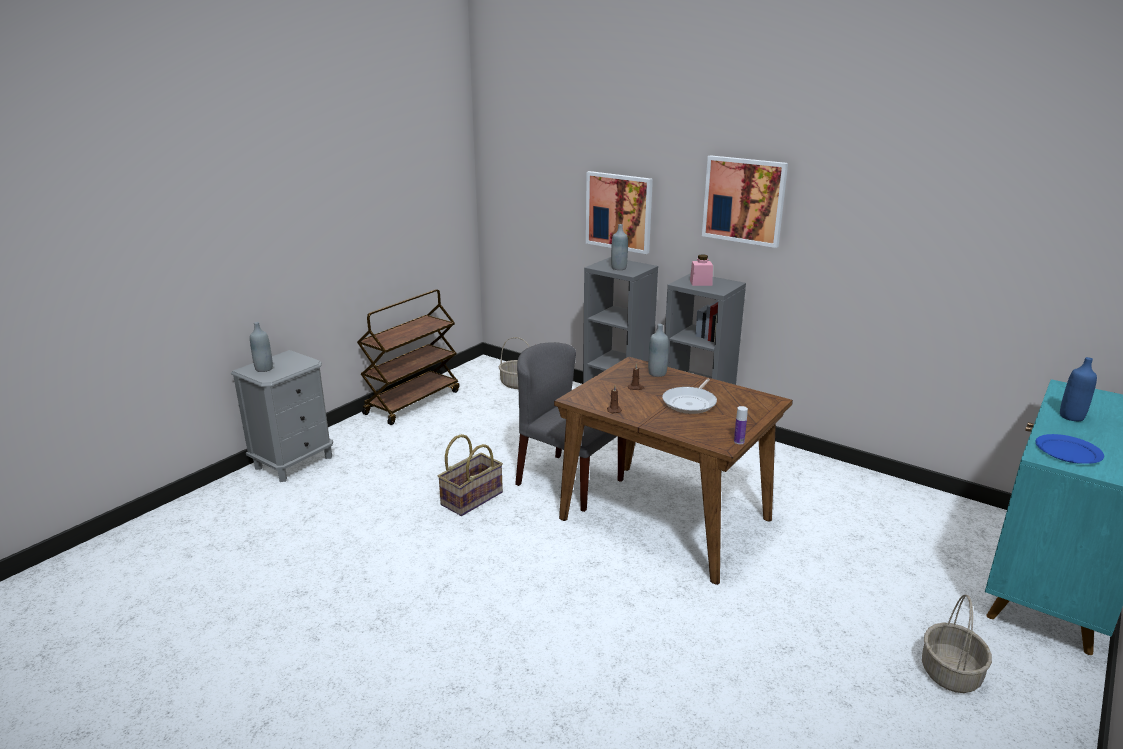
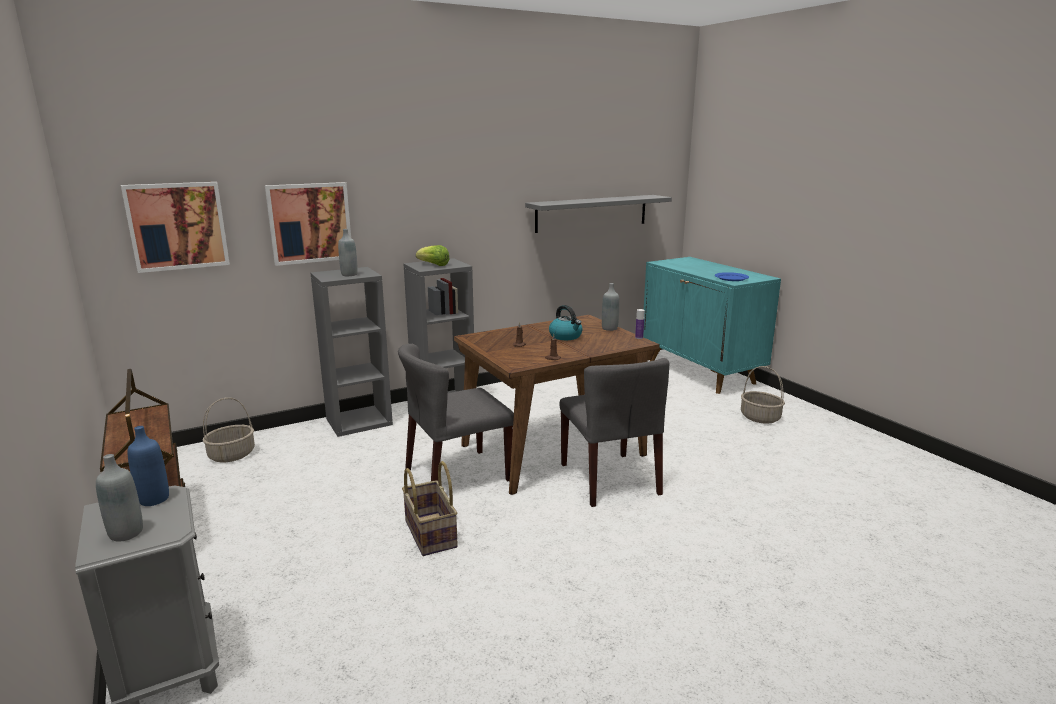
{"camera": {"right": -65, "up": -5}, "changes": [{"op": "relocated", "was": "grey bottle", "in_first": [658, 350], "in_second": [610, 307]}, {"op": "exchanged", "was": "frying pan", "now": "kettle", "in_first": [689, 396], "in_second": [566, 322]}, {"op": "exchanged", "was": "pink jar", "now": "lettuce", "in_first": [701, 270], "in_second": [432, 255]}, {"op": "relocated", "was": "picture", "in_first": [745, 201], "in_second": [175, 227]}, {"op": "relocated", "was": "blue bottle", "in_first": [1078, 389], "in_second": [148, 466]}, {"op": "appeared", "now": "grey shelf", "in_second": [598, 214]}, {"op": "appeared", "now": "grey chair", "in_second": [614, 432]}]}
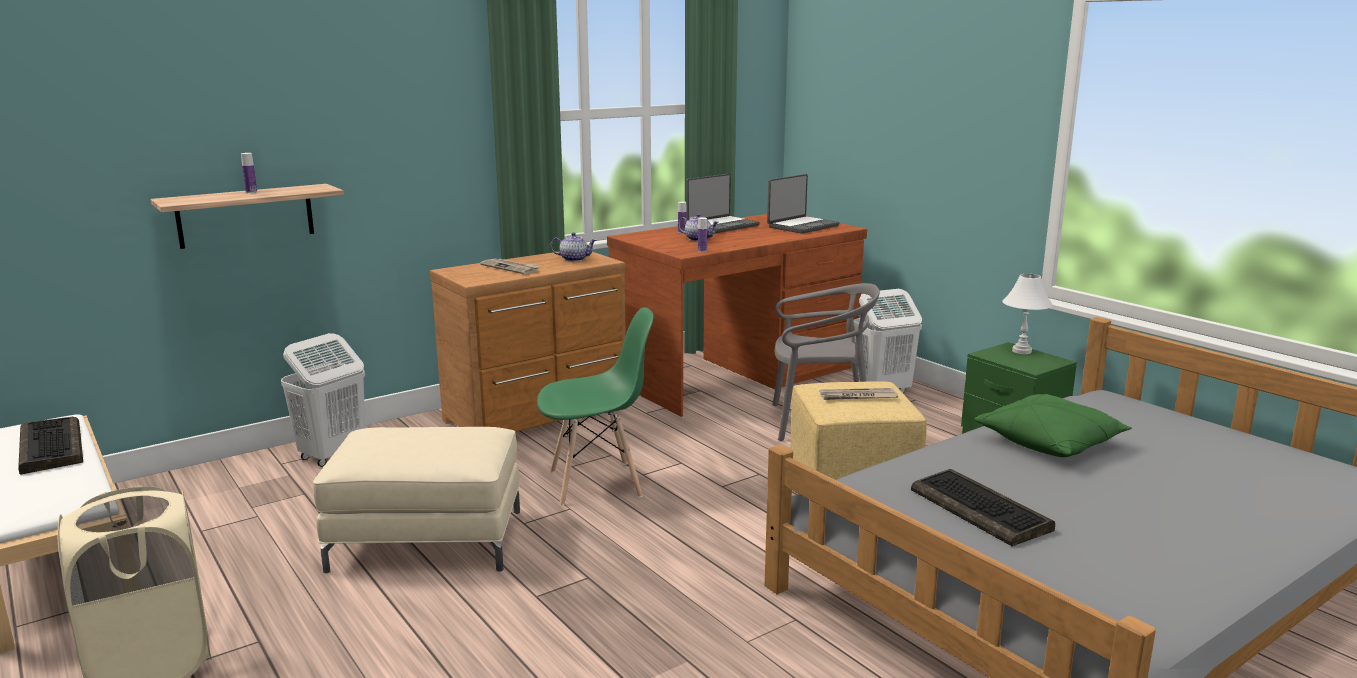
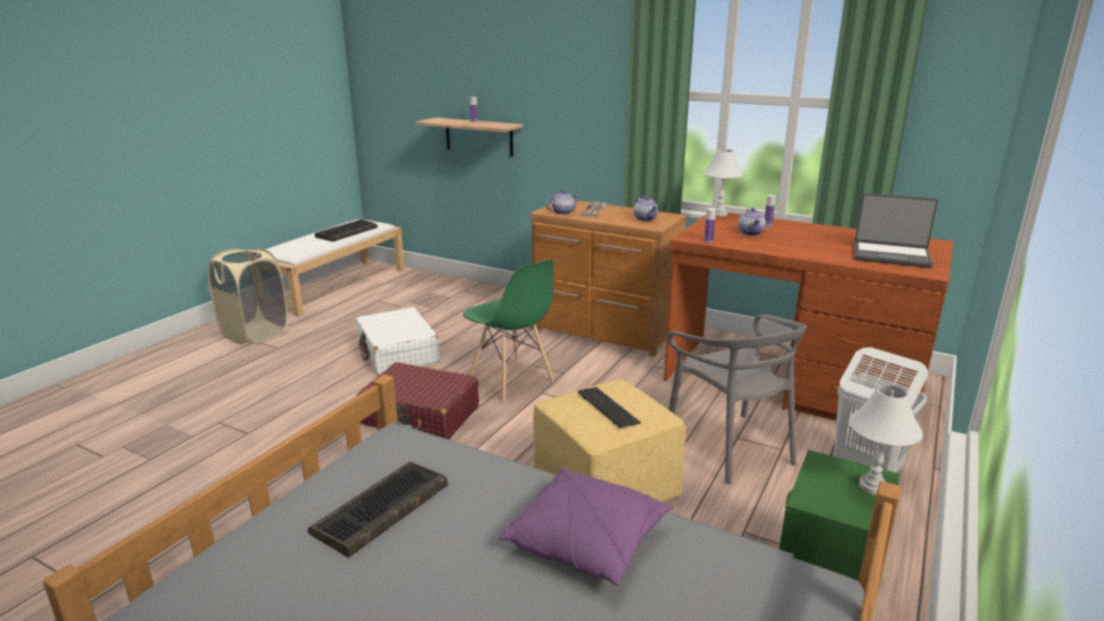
{"camera": {"right": 65, "up": 5}, "changes": [{"op": "missing", "was": "white laundry basket", "in_first": [323, 400]}, {"op": "exchanged", "was": "beige ottoman", "now": "white suitcase", "in_first": [416, 500], "in_second": [397, 341]}, {"op": "missing", "was": "laptop", "in_first": [723, 203]}, {"op": "exchanged", "was": "newspaper", "now": "keyboard", "in_first": [859, 394], "in_second": [609, 407]}, {"op": "colour", "was": "green pillow", "now": "purple pillow", "in_first": [1053, 425], "in_second": [586, 527]}, {"op": "appeared", "now": "red suitcase", "in_second": [418, 401]}, {"op": "appeared", "now": "teapot", "in_second": [563, 202]}, {"op": "appeared", "now": "white table lamp", "in_second": [723, 182]}]}
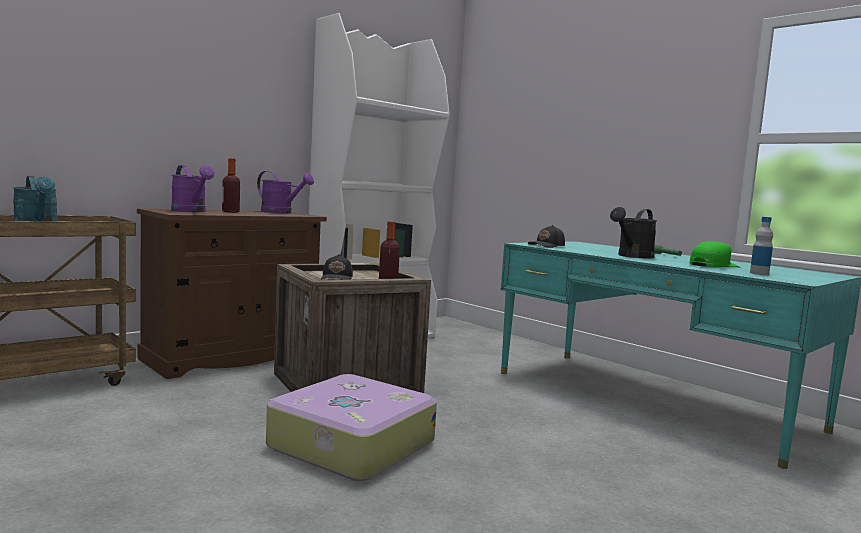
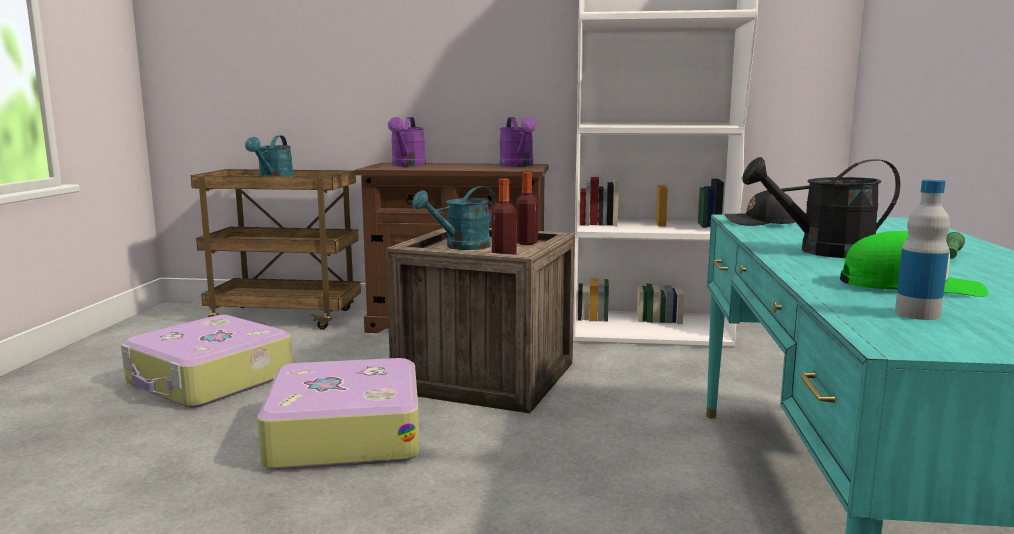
{"camera": {"right": 50, "up": 5}, "changes": [{"op": "relocated", "was": "bottle", "in_first": [231, 185], "in_second": [526, 208]}, {"op": "exchanged", "was": "black cap", "now": "turquoise watering can", "in_first": [337, 267], "in_second": [453, 218]}, {"op": "appeared", "now": "suitcase", "in_second": [206, 361]}]}
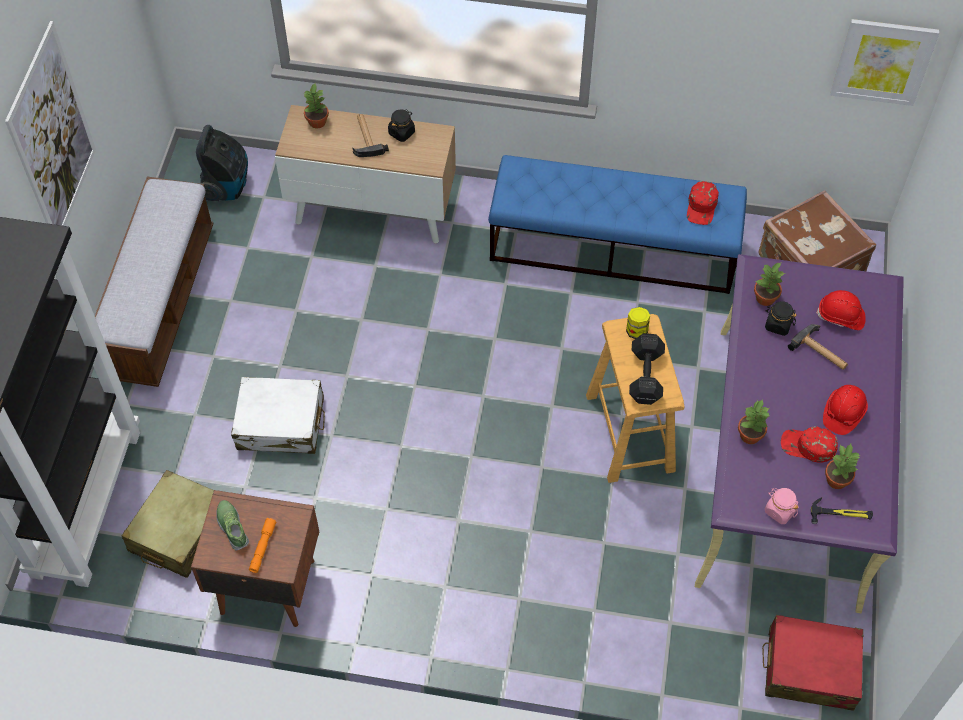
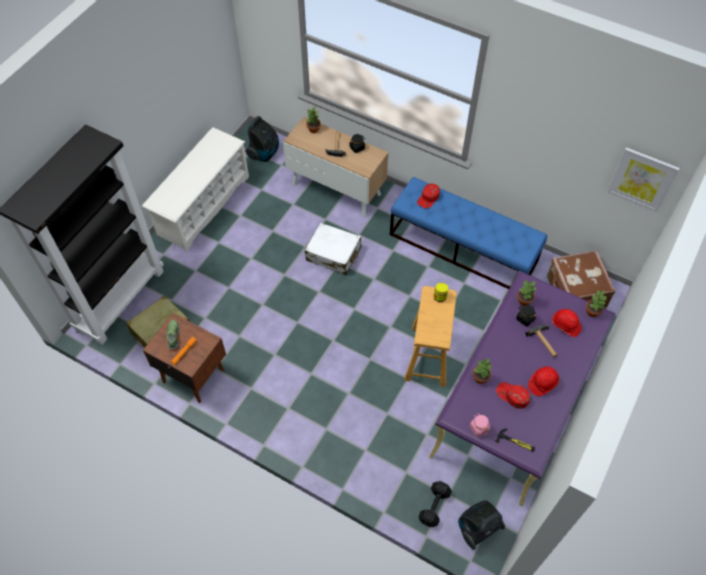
{"camera": {"right": 20, "up": 0}, "changes": [{"op": "missing", "was": "picture", "in_first": [50, 123]}, {"op": "exchanged", "was": "bench", "now": "white shoe rack", "in_first": [154, 281], "in_second": [195, 189]}, {"op": "relocated", "was": "white suitcase", "in_first": [278, 415], "in_second": [333, 249]}, {"op": "relocated", "was": "black dumbbell", "in_first": [647, 369], "in_second": [435, 504]}, {"op": "relocated", "was": "red cap", "in_first": [703, 203], "in_second": [428, 196]}, {"op": "exchanged", "was": "red suitcase", "now": "vacuum cleaner", "in_first": [812, 663], "in_second": [481, 525]}, {"op": "relocated", "was": "potted plant", "in_first": [842, 466], "in_second": [596, 304]}]}
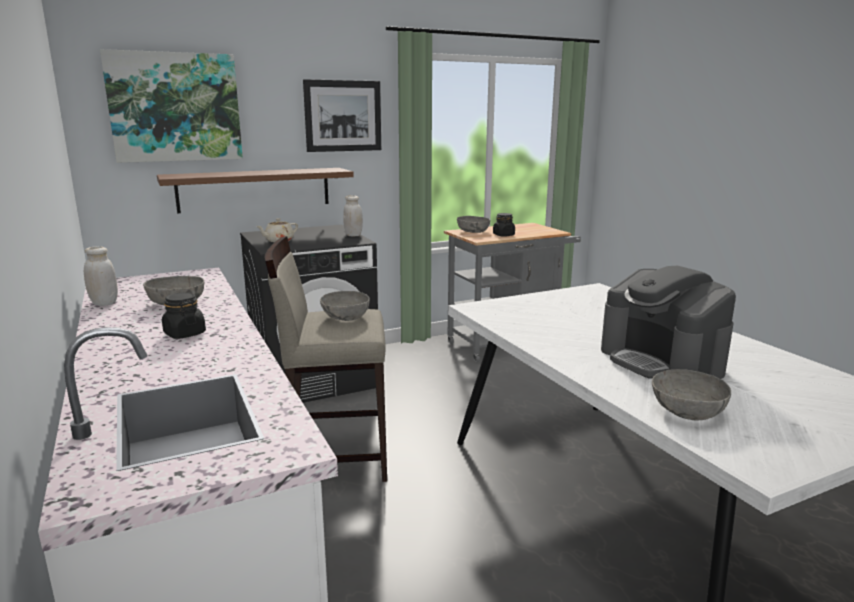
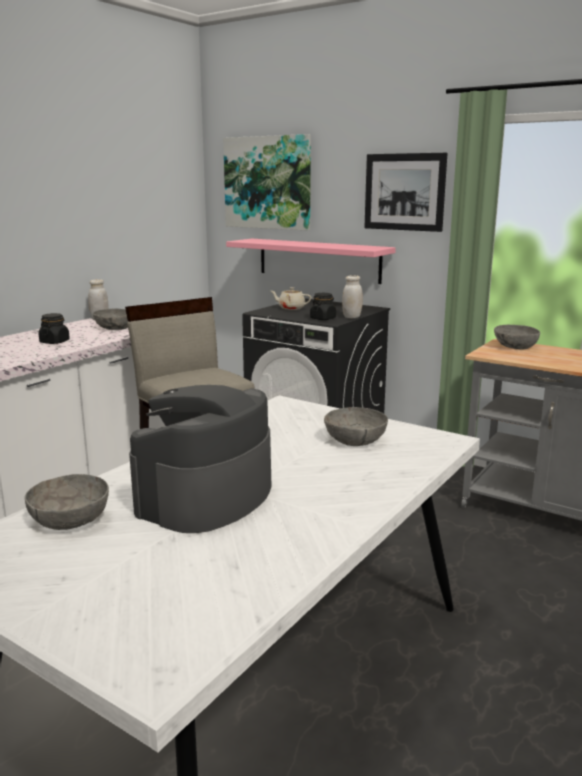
{"camera": {"right": 60, "up": 0}, "changes": [{"op": "colour", "was": "brown shelf", "now": "pink shelf", "in_first": [255, 191], "in_second": [311, 261]}, {"op": "relocated", "was": "grey bowl", "in_first": [345, 306], "in_second": [356, 426]}, {"op": "relocated", "was": "black jar", "in_first": [504, 225], "in_second": [323, 306]}]}
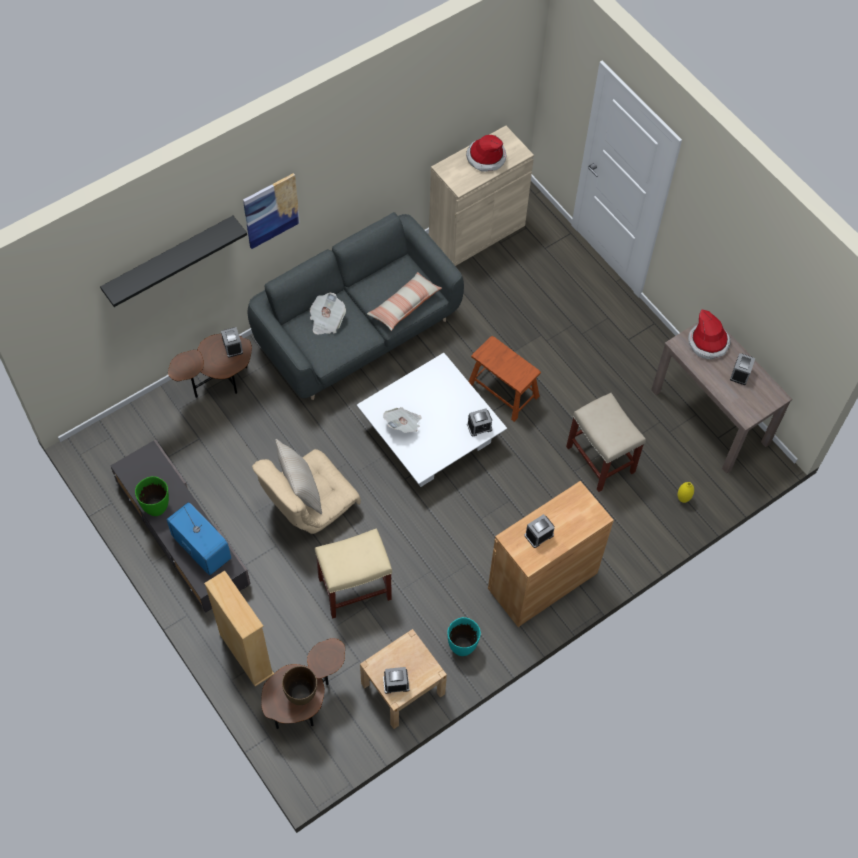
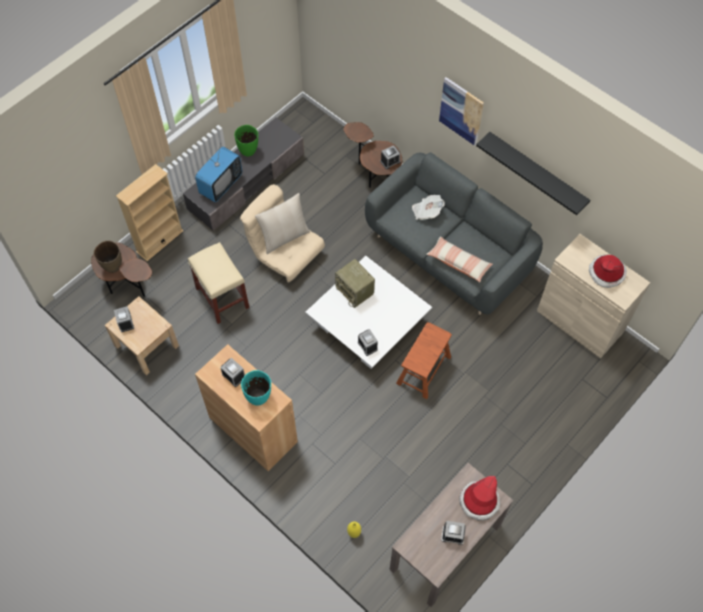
{"camera": {"right": 80, "up": 0}, "changes": [{"op": "relocated", "was": "black shelf", "in_first": [173, 261], "in_second": [533, 173]}, {"op": "exchanged", "was": "newspaper", "now": "radio", "in_first": [402, 420], "in_second": [355, 283]}, {"op": "relocated", "was": "turquoise vase", "in_first": [464, 636], "in_second": [256, 388]}, {"op": "missing", "was": "beige stool", "in_first": [606, 442]}]}
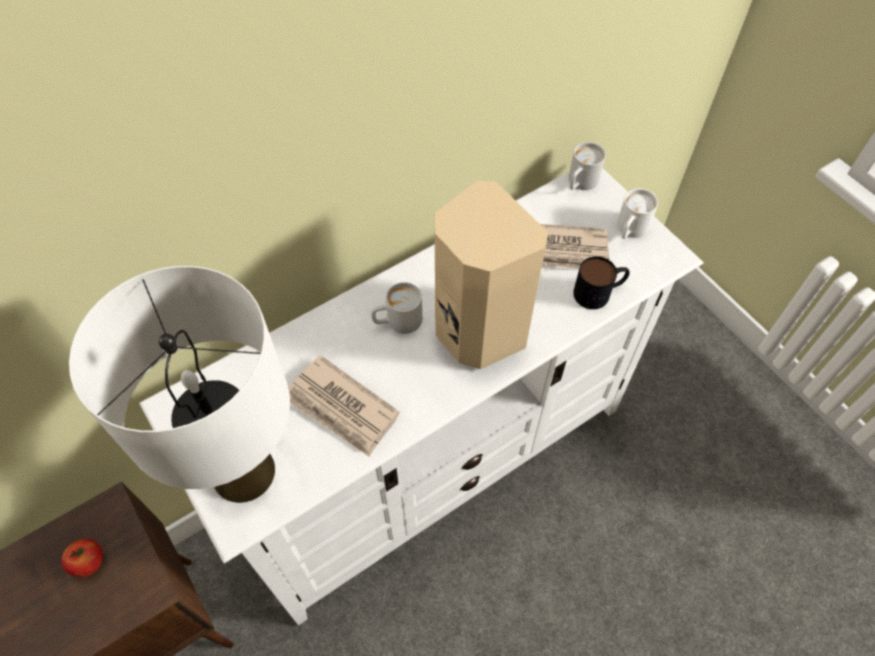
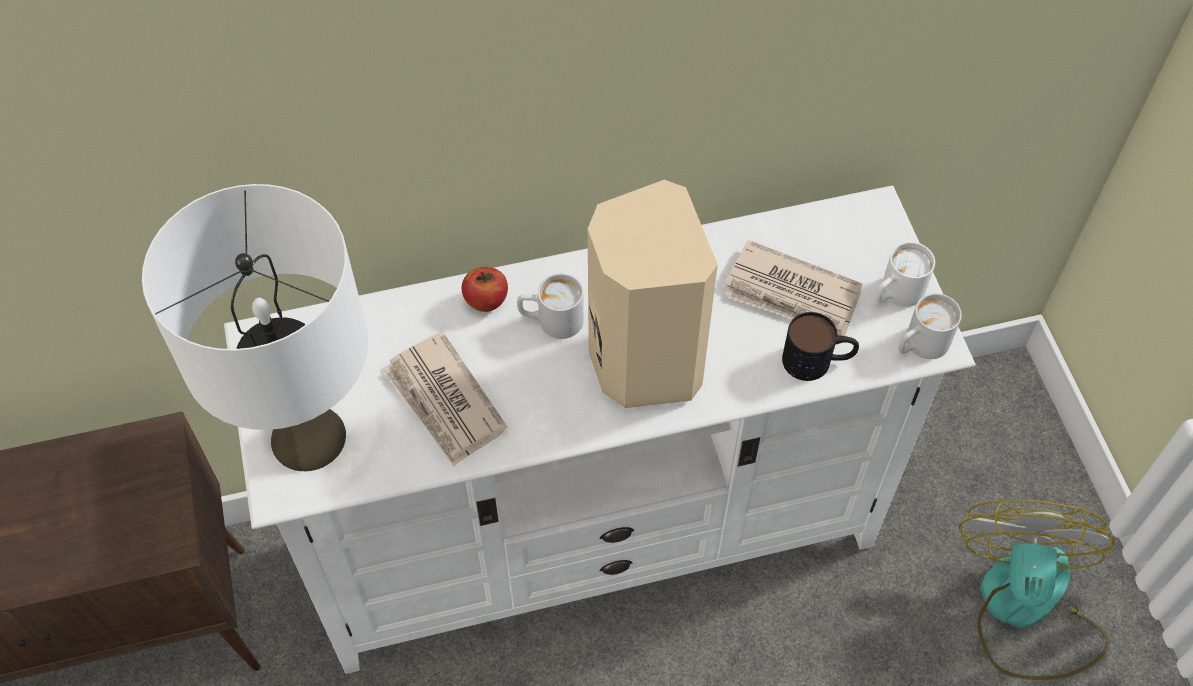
{"camera": {"right": 20, "up": 0}, "changes": [{"op": "relocated", "was": "apple", "in_first": [82, 558], "in_second": [485, 289]}, {"op": "relocated", "was": "white mug", "in_first": [587, 166], "in_second": [930, 326]}, {"op": "appeared", "now": "fan", "in_second": [1036, 590]}]}
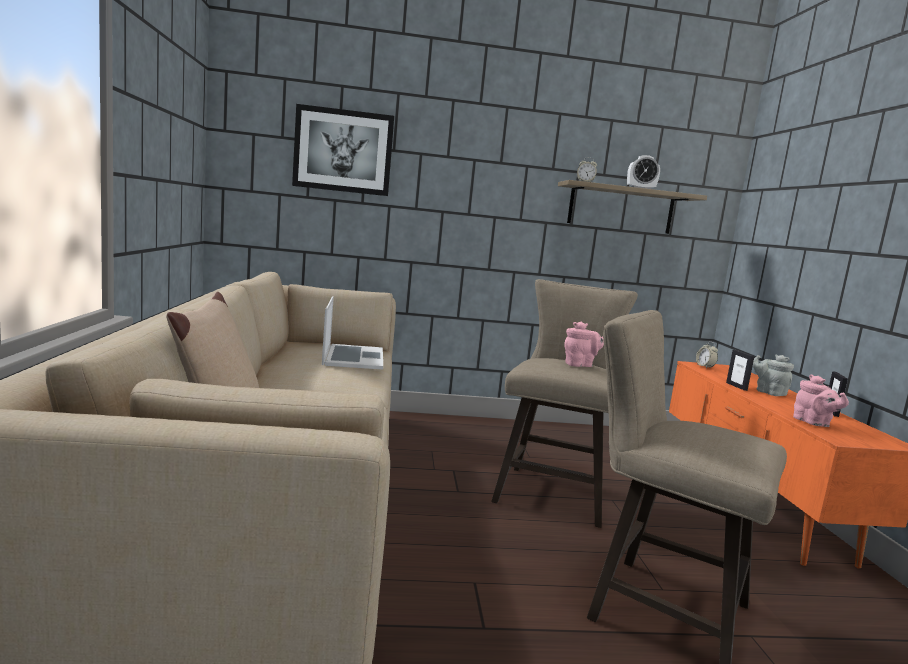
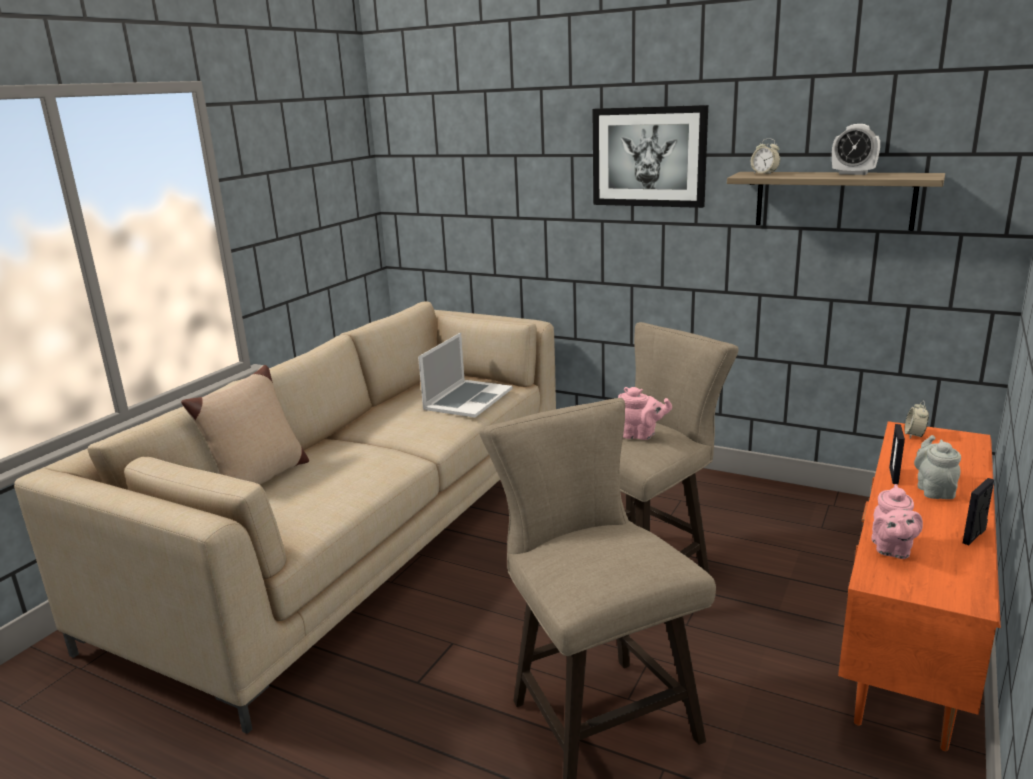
{"camera": {"right": 35, "up": 10}, "changes": [{"op": "relocated", "was": "picture", "in_first": [343, 150], "in_second": [650, 156]}]}
